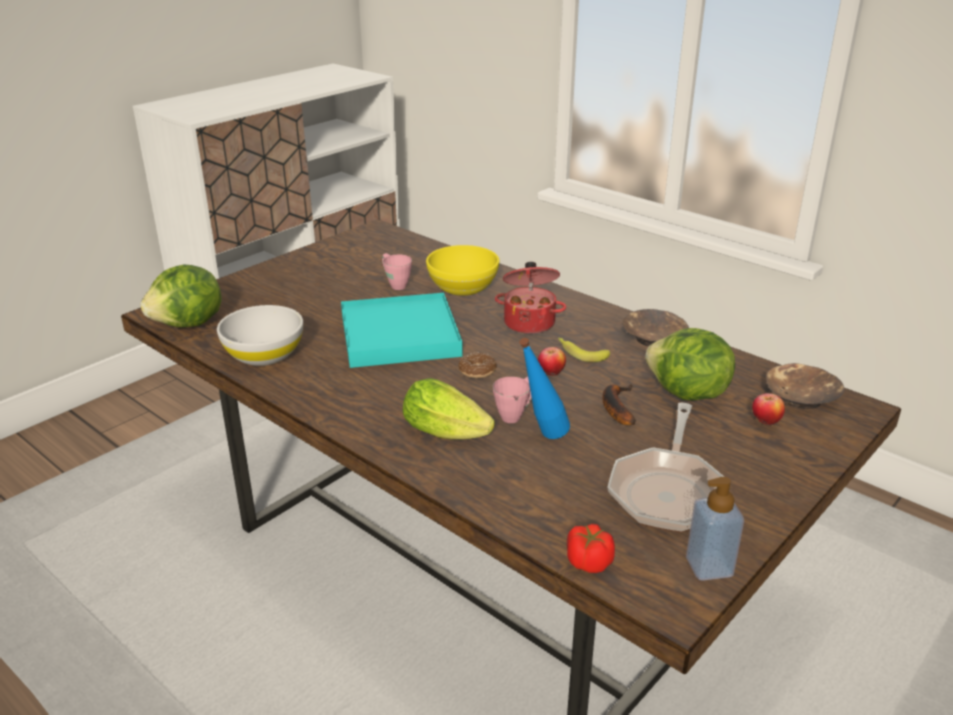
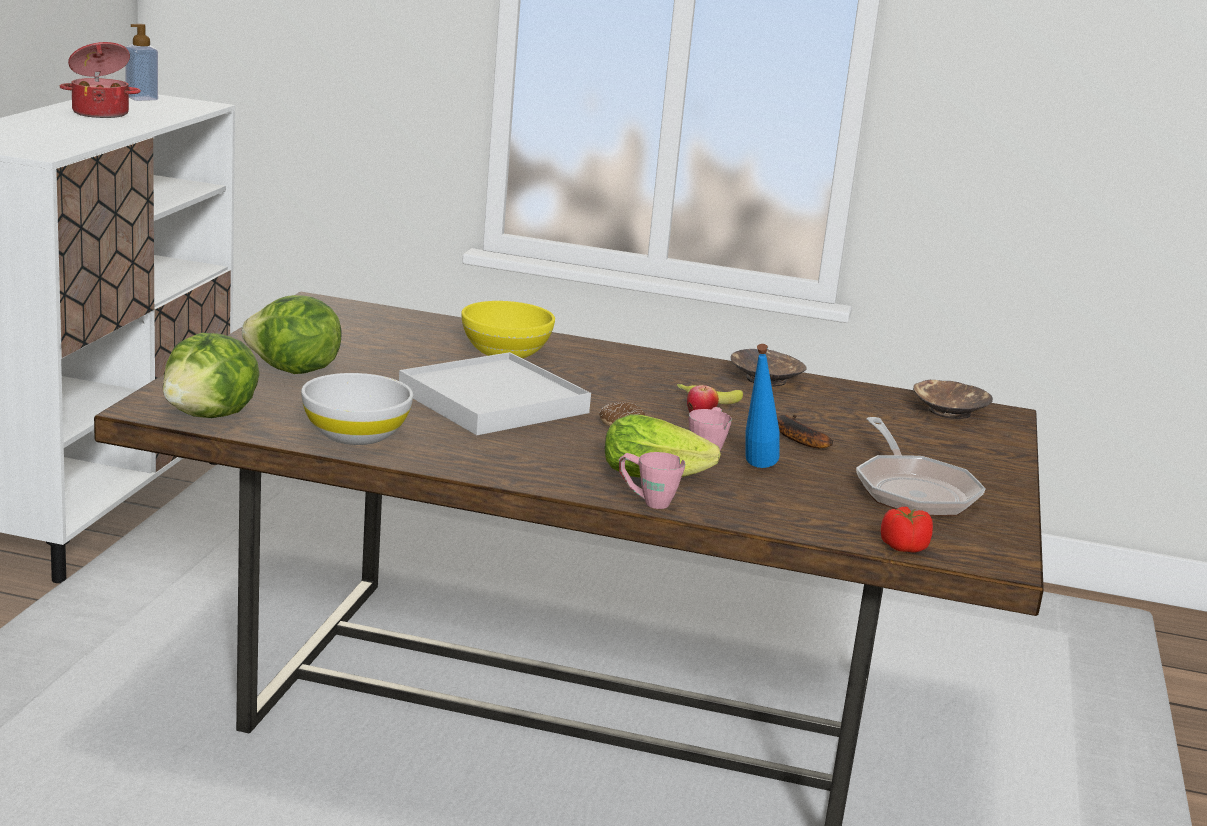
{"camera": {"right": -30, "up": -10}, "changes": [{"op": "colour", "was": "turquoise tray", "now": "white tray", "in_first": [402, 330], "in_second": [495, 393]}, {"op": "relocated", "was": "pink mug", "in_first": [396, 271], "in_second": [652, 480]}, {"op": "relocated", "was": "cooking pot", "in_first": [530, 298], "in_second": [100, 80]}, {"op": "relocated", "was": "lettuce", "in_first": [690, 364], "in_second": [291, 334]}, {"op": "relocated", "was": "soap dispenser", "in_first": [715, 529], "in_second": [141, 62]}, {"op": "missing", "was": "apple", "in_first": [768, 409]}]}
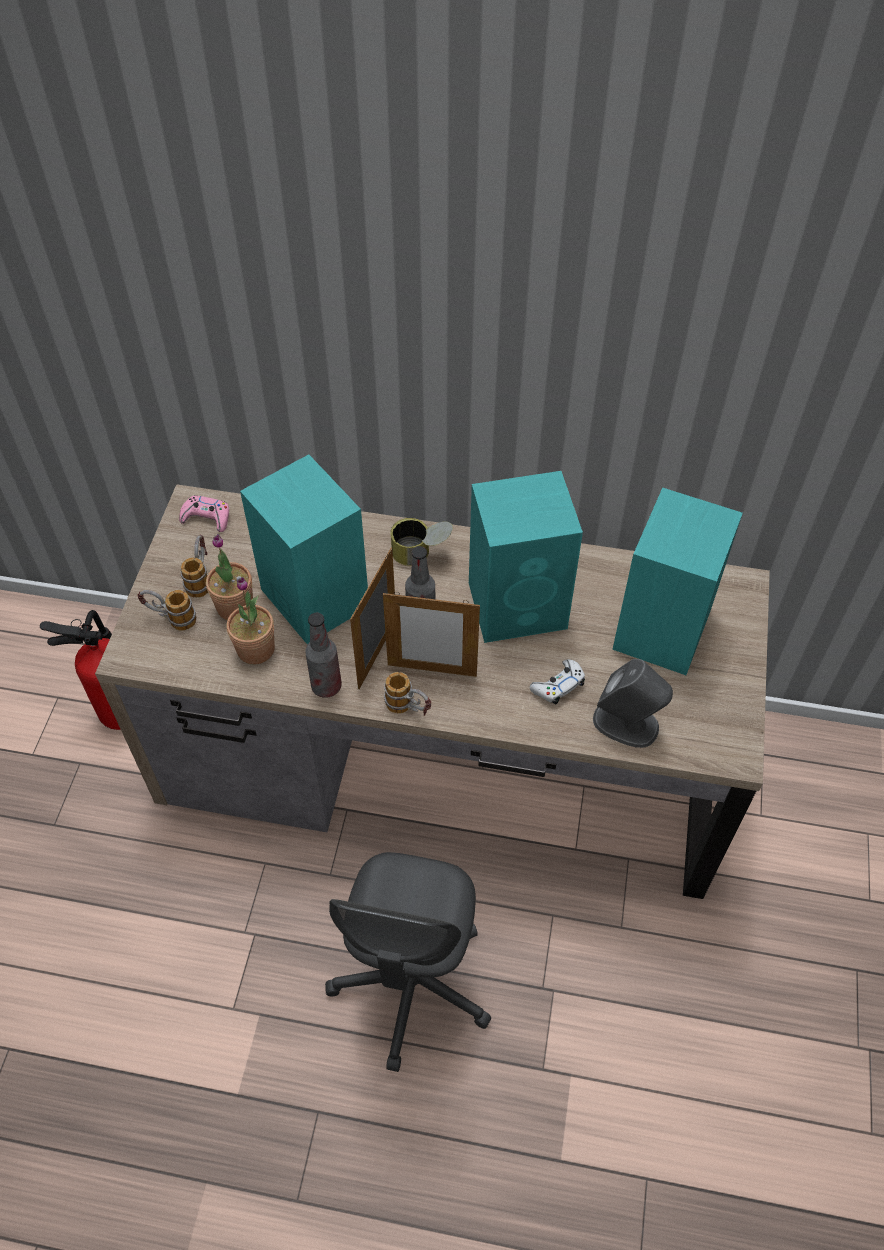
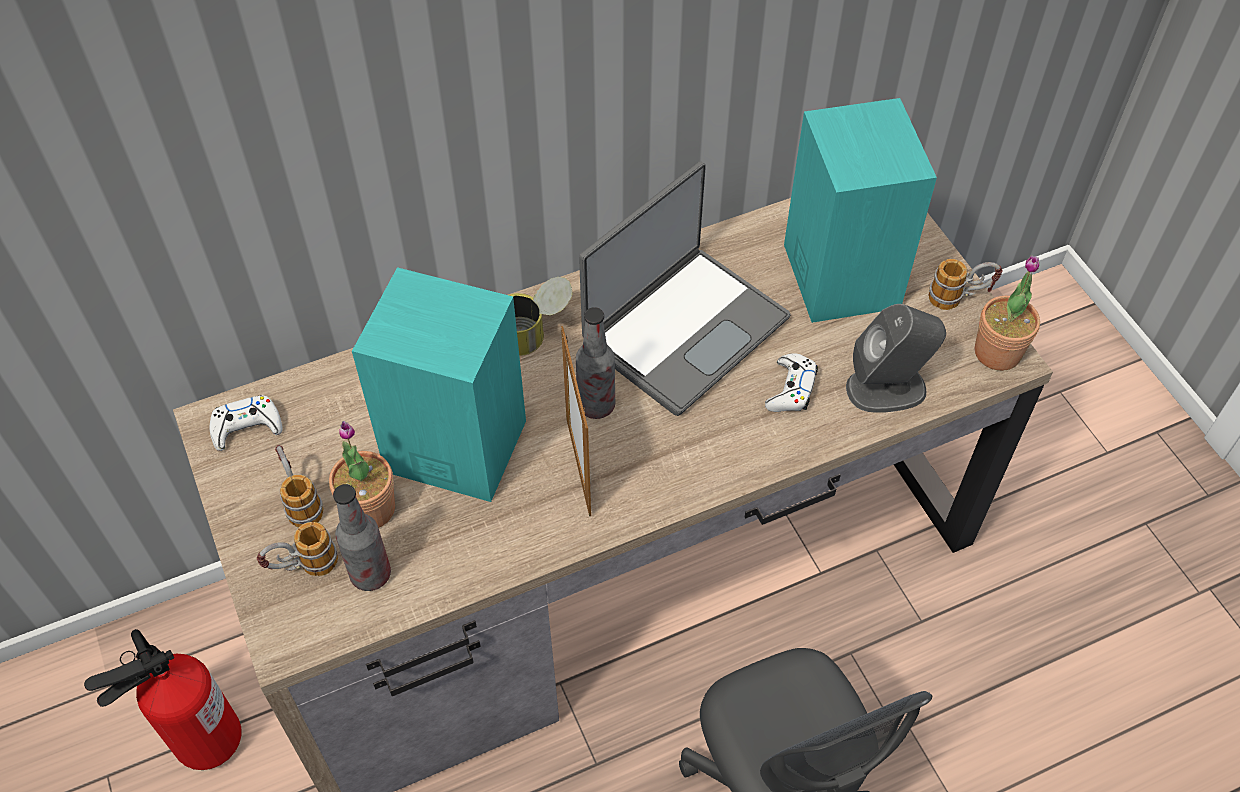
{"camera": {"right": -35, "up": 0}, "changes": [{"op": "colour", "was": "pink game controller", "now": "white game controller", "in_first": [204, 513], "in_second": [246, 423]}, {"op": "relocated", "was": "potted plant", "in_first": [251, 620], "in_second": [1007, 313]}, {"op": "relocated", "was": "bottle", "in_first": [323, 655], "in_second": [362, 537]}, {"op": "missing", "was": "picture frame", "in_first": [431, 634]}, {"op": "relocated", "was": "mug", "in_first": [407, 694], "in_second": [966, 284]}, {"op": "exchanged", "was": "turquoise speaker", "now": "laptop", "in_first": [526, 557], "in_second": [685, 288]}]}
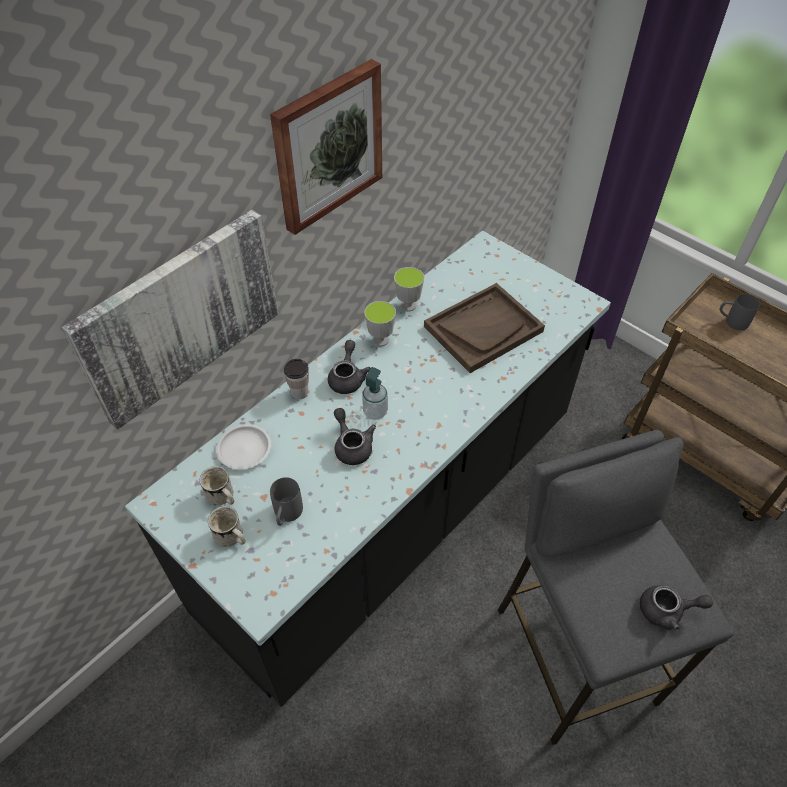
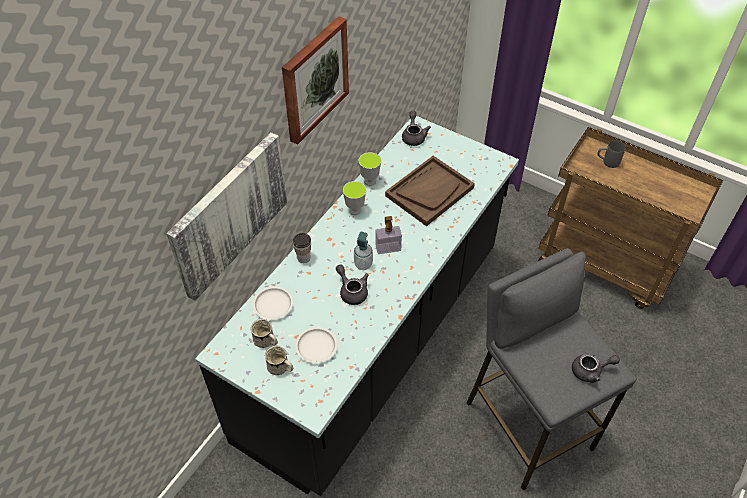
{"camera": {"right": -10, "up": 0}, "changes": [{"op": "exchanged", "was": "grey mug", "now": "white plate", "in_first": [286, 501], "in_second": [316, 345]}, {"op": "relocated", "was": "grey teapot", "in_first": [349, 367], "in_second": [416, 128]}, {"op": "appeared", "now": "soap dispenser", "in_second": [388, 235]}]}
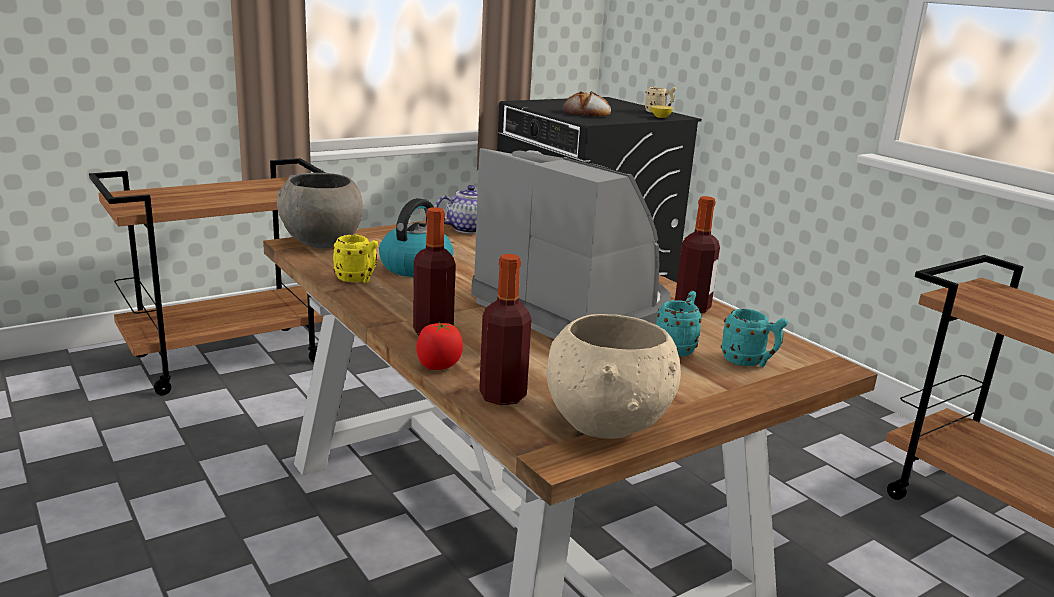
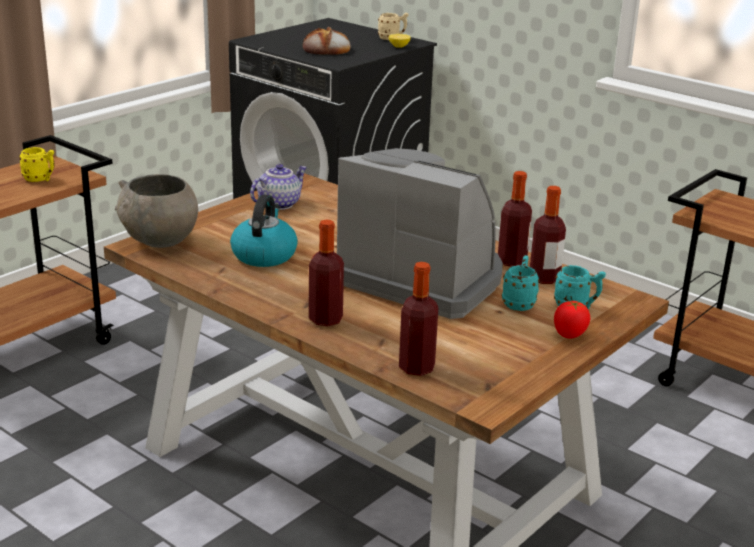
{"camera": {"right": -15, "up": 5}, "changes": [{"op": "relocated", "was": "yellow mug", "in_first": [355, 259], "in_second": [37, 164]}, {"op": "relocated", "was": "tomato", "in_first": [439, 346], "in_second": [572, 320]}, {"op": "missing", "was": "beige bowl", "in_first": [613, 376]}, {"op": "appeared", "now": "bottle", "in_second": [548, 235]}]}
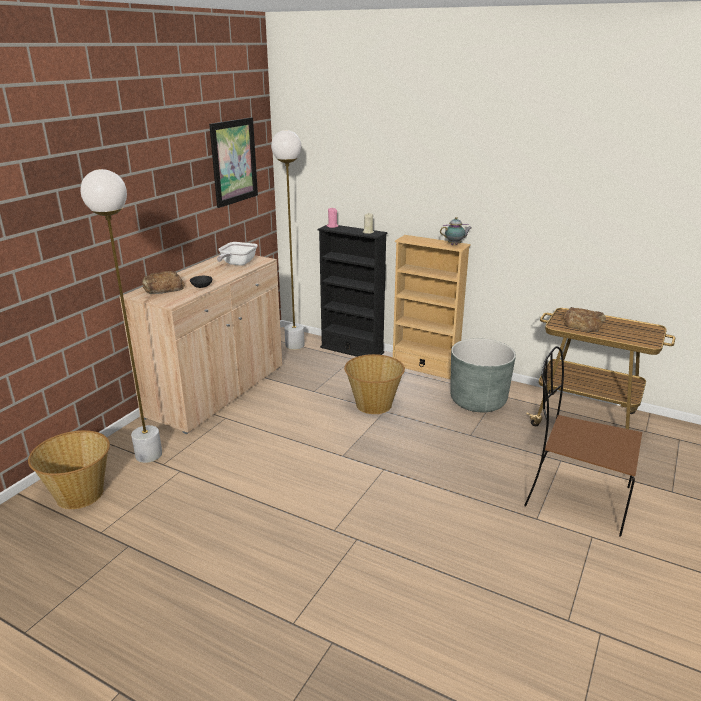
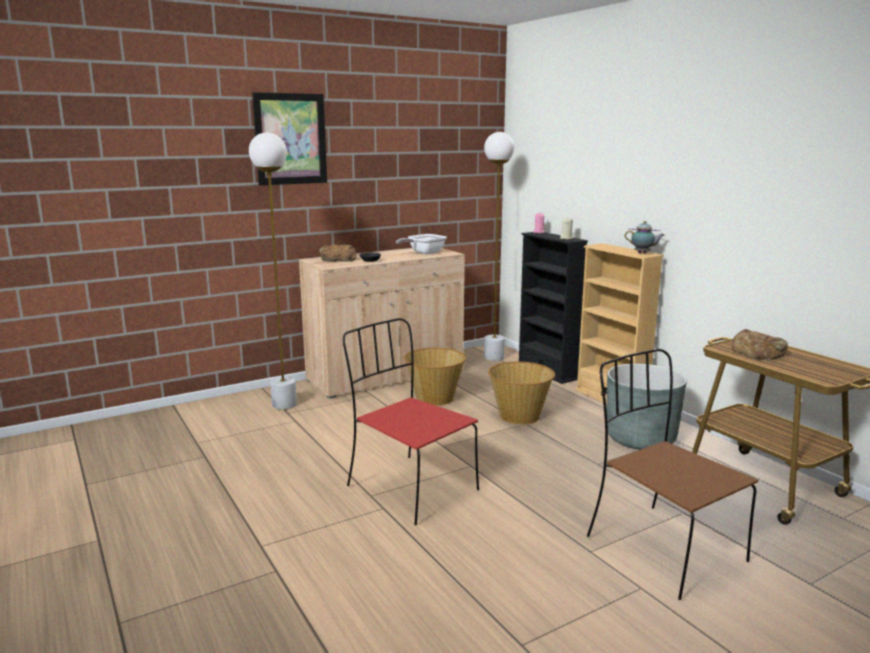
{"camera": {"right": 30, "up": -10}, "changes": [{"op": "relocated", "was": "basket", "in_first": [69, 469], "in_second": [435, 377]}, {"op": "relocated", "was": "picture", "in_first": [233, 162], "in_second": [289, 138]}, {"op": "appeared", "now": "red chair", "in_second": [411, 421]}]}
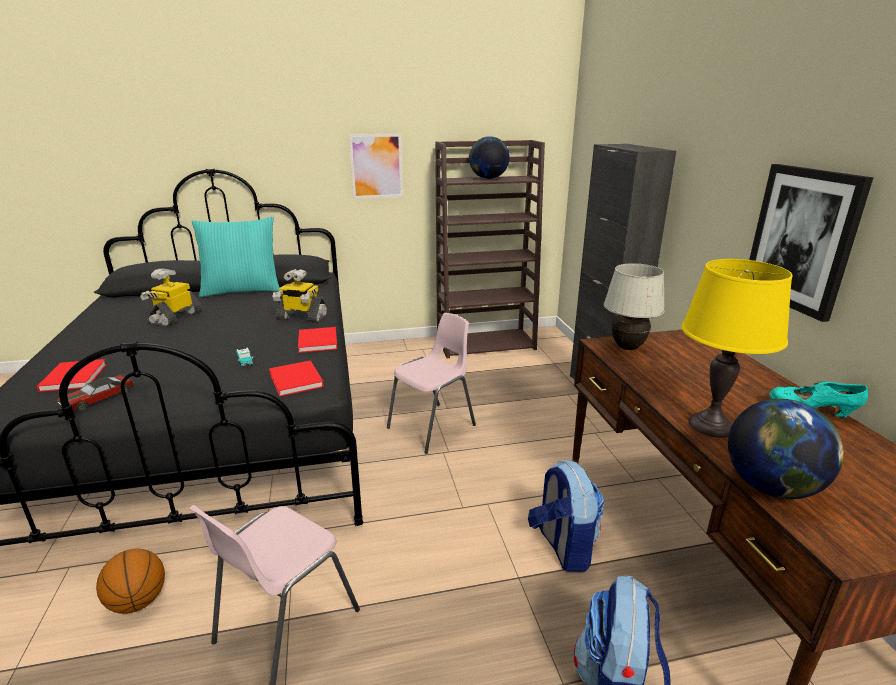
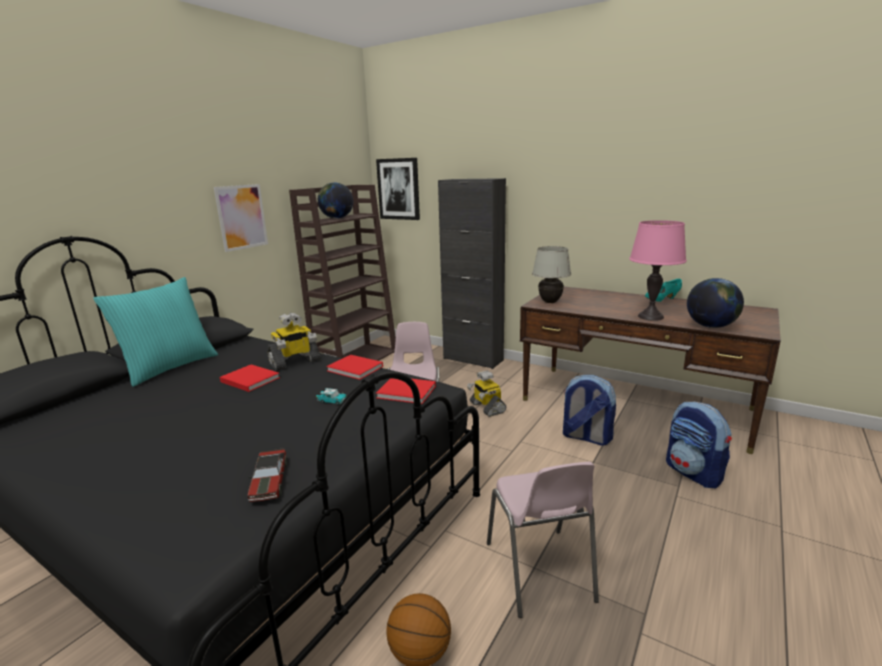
{"camera": {"right": -45, "up": -5}, "changes": [{"op": "relocated", "was": "red book", "in_first": [72, 375], "in_second": [250, 378]}, {"op": "relocated", "was": "toy robot", "in_first": [171, 298], "in_second": [486, 394]}, {"op": "colour", "was": "yellow table lamp", "now": "pink table lamp", "in_first": [736, 348], "in_second": [658, 270]}, {"op": "relocated", "was": "picture", "in_first": [811, 243], "in_second": [398, 189]}]}
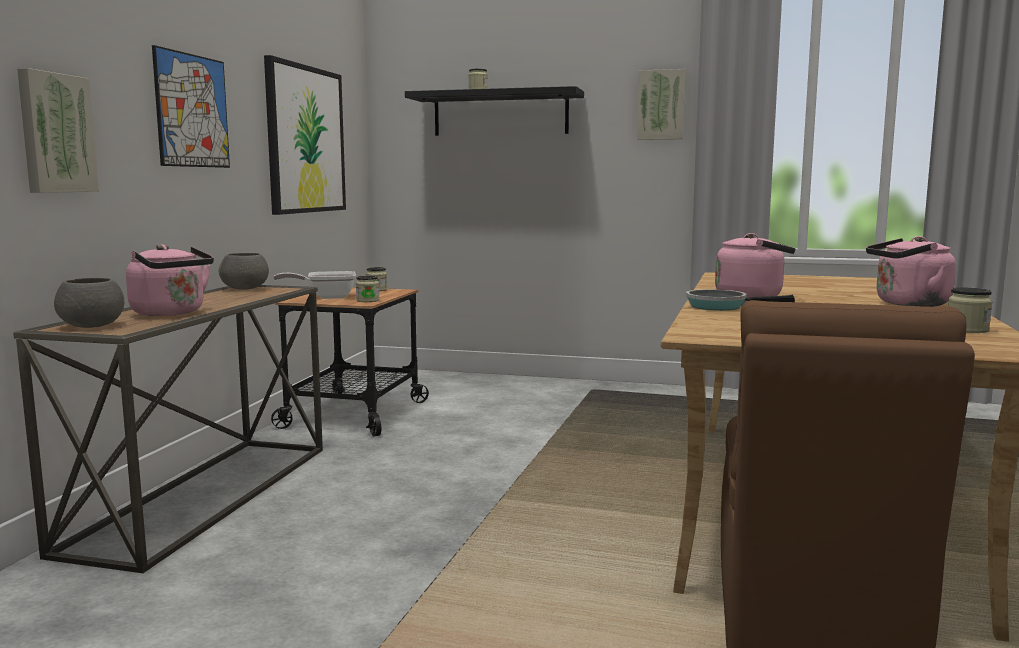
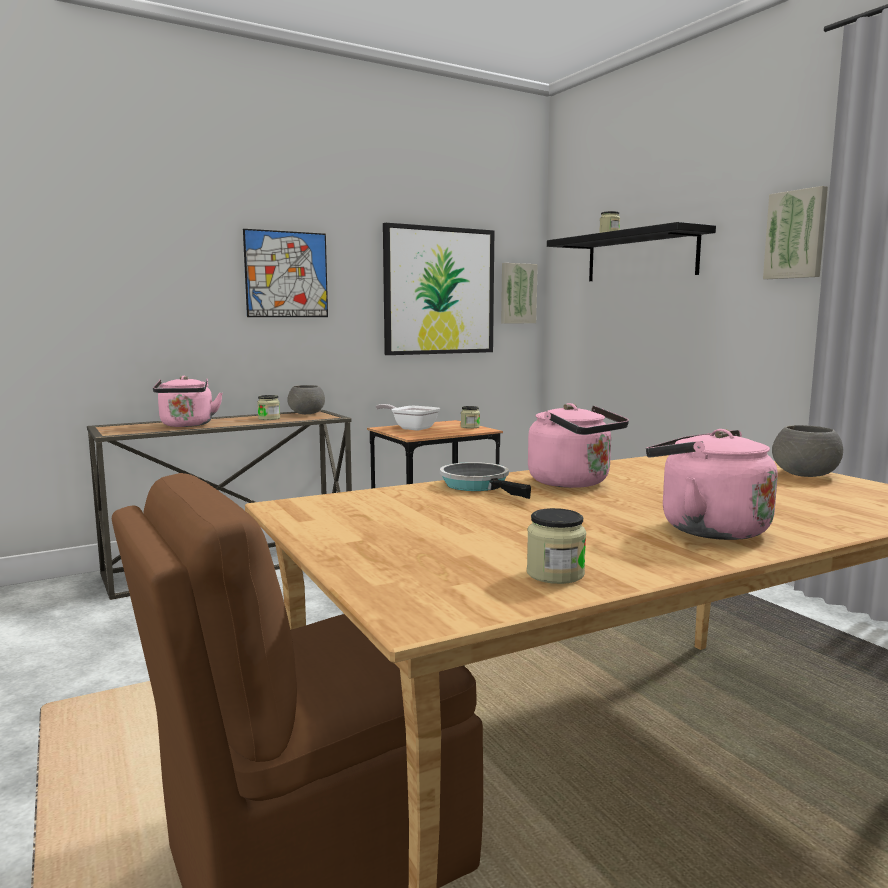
{"camera": {"right": 45, "up": 0}, "changes": [{"op": "relocated", "was": "picture", "in_first": [58, 130], "in_second": [519, 293]}, {"op": "relocated", "was": "grey bowl", "in_first": [89, 303], "in_second": [807, 451]}, {"op": "relocated", "was": "jar", "in_first": [367, 288], "in_second": [268, 407]}]}
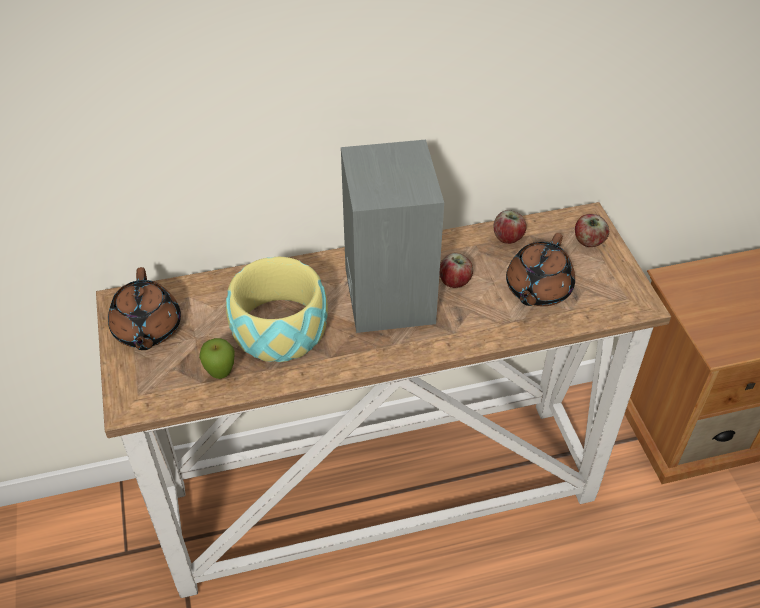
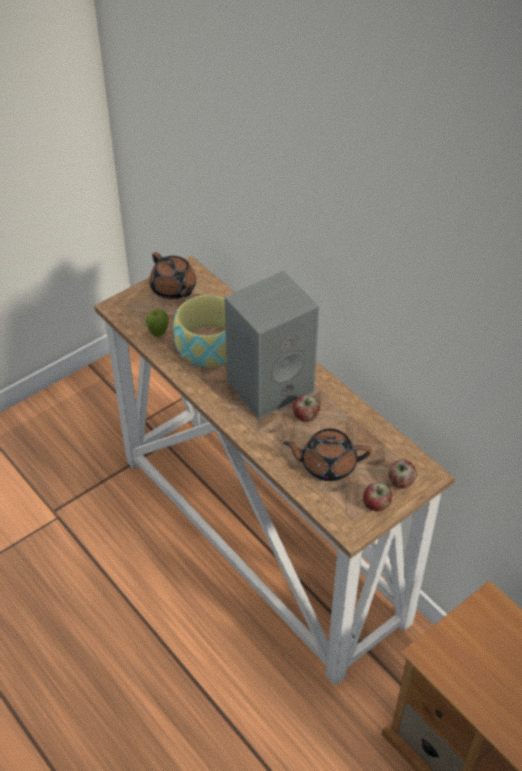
{"camera": {"right": 65, "up": 0}, "changes": [{"op": "spun", "was": "brown teapot", "in_first": [144, 308], "in_second": [172, 275], "clockwise": -90}, {"op": "relocated", "was": "apple", "in_first": [510, 227], "in_second": [377, 497]}]}
